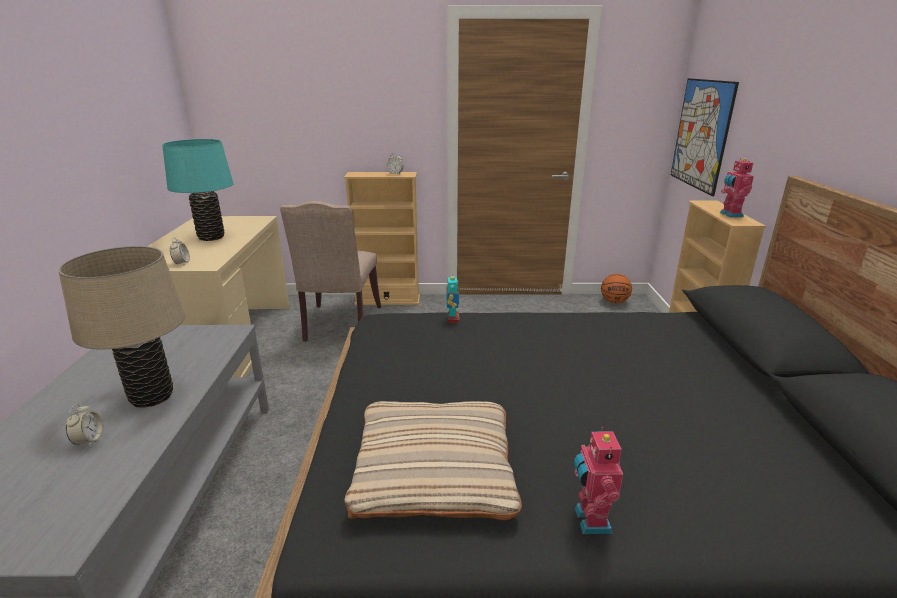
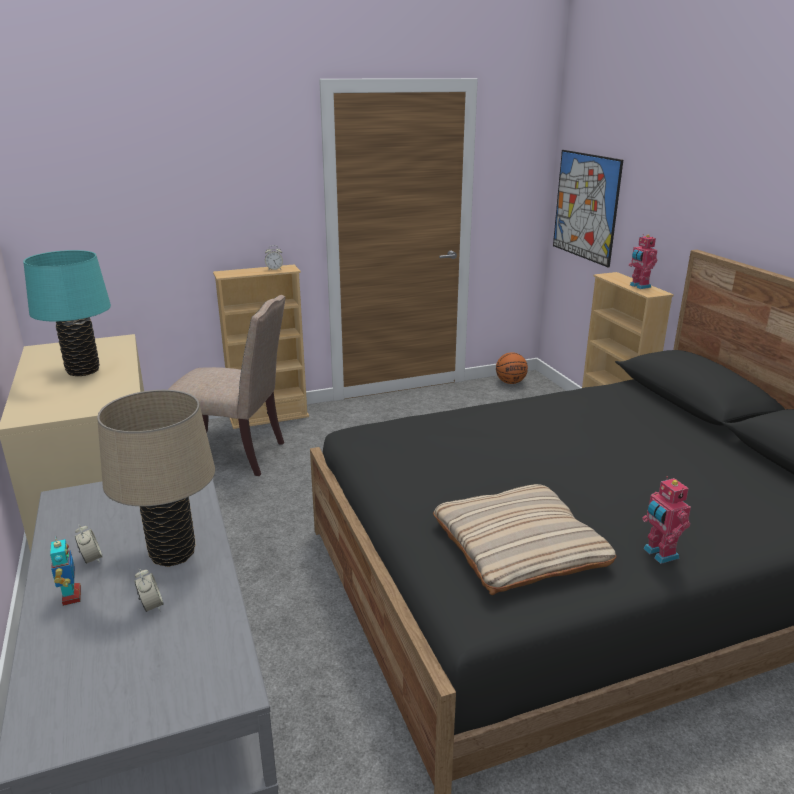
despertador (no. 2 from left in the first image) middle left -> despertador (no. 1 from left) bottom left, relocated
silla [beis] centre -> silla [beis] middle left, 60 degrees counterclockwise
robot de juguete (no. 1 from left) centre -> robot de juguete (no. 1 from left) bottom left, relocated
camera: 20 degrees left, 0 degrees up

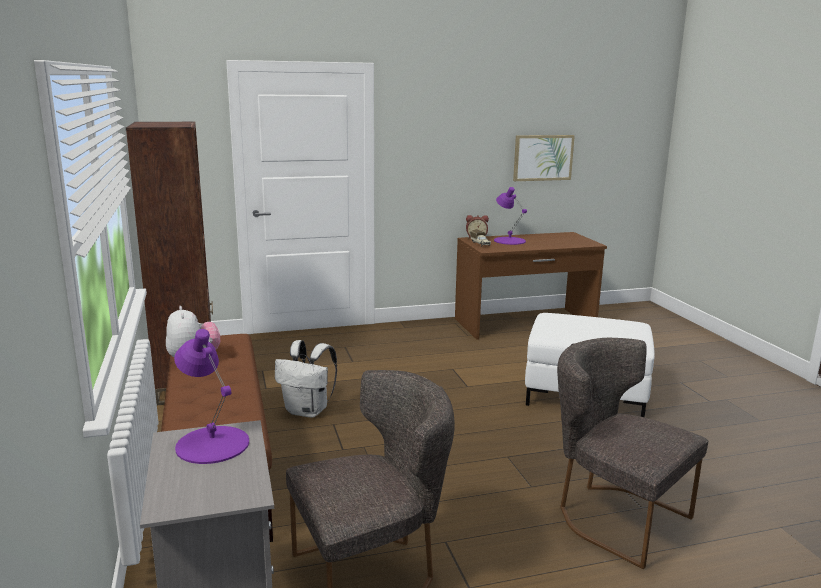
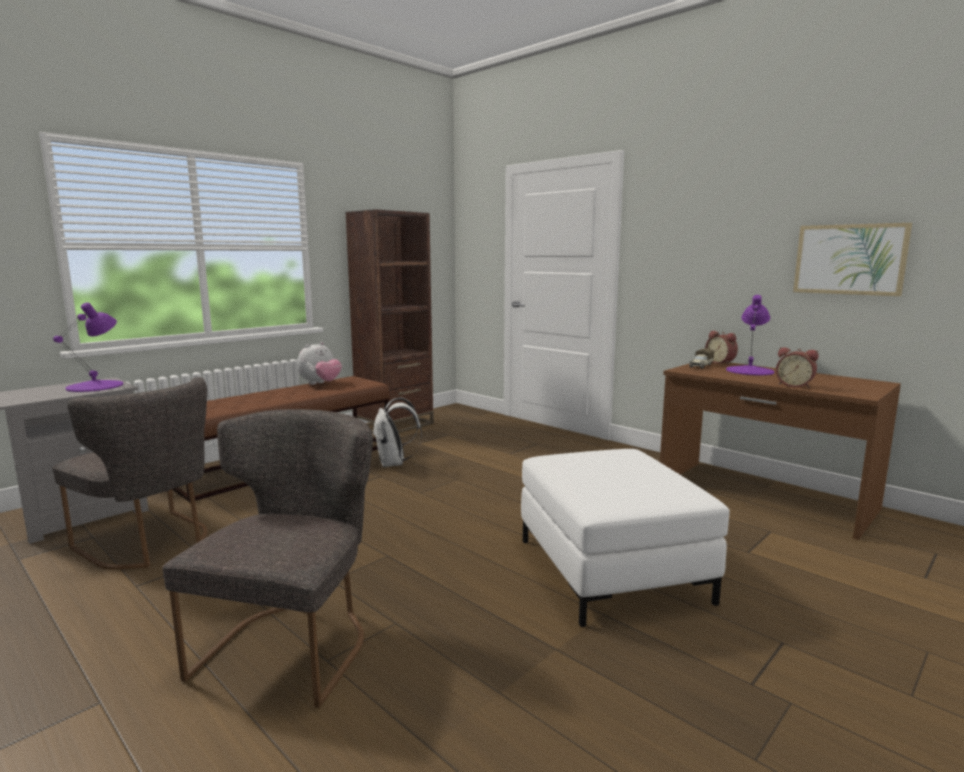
none -> despertador (no. 2 from left) middle right
camera: 60 degrees right, 5 degrees down

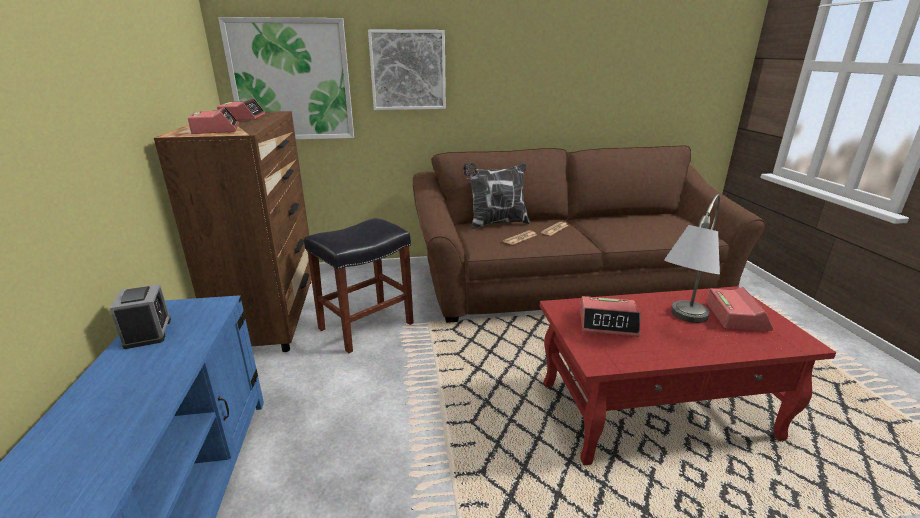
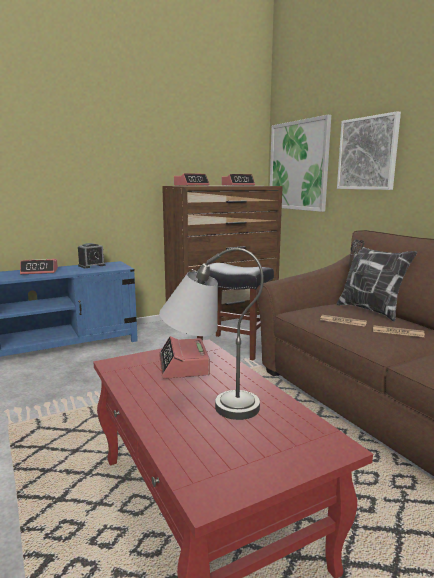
despertador (no. 5 from left in the first image) middle right -> despertador (no. 1 from left) middle left, relocated
camera: 70 degrees right, 10 degrees down

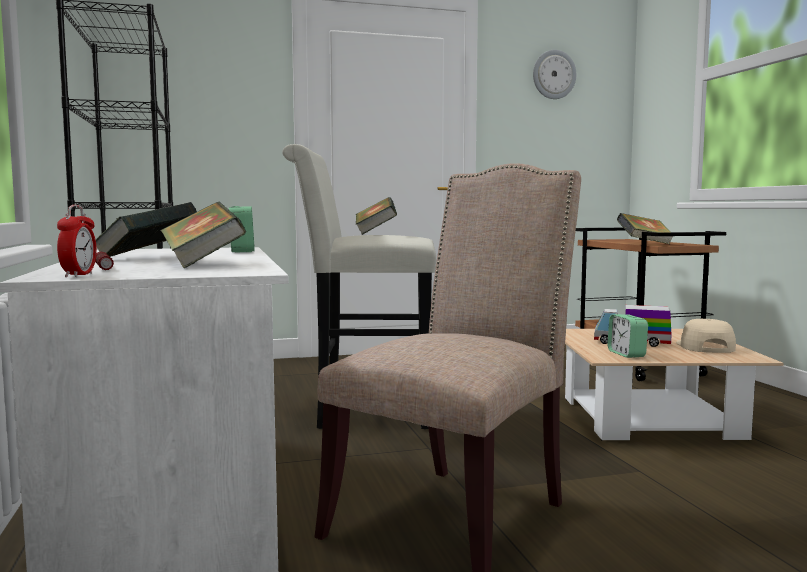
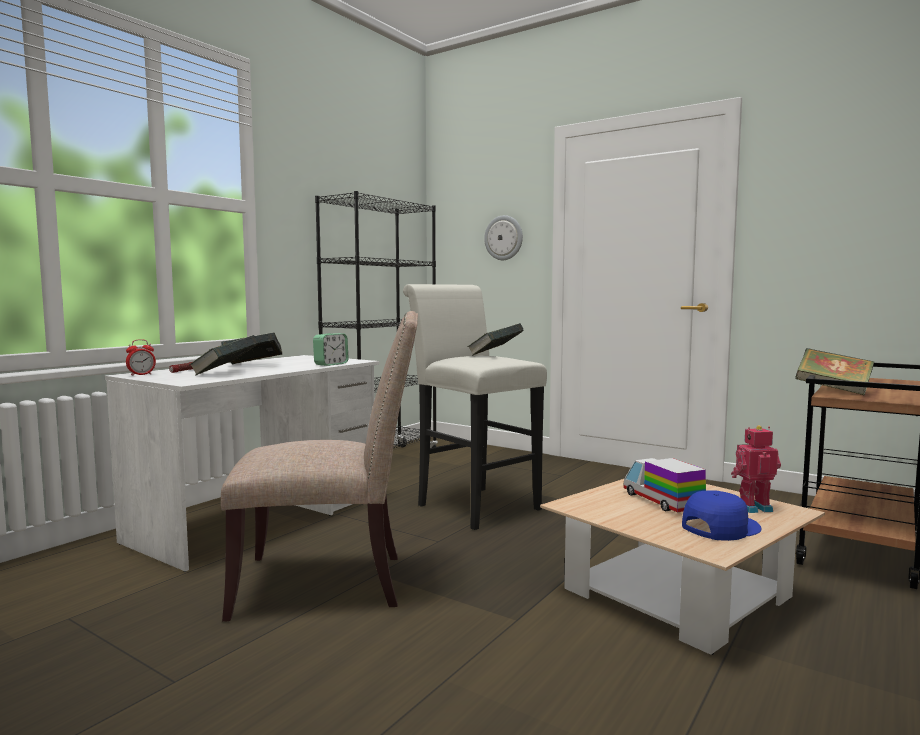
reloj de pared top right -> reloj de pared top centre, relocated
despertador (no. 3 from left) middle right -> none
gorra [beis] middle right -> gorra [azul] bottom right
none -> robot de juguete middle right
camera: 50 degrees right, 0 degrees up

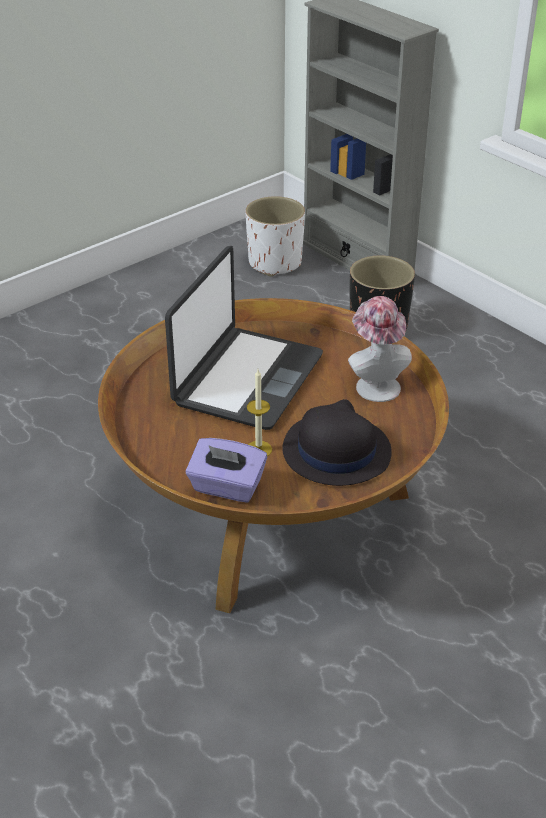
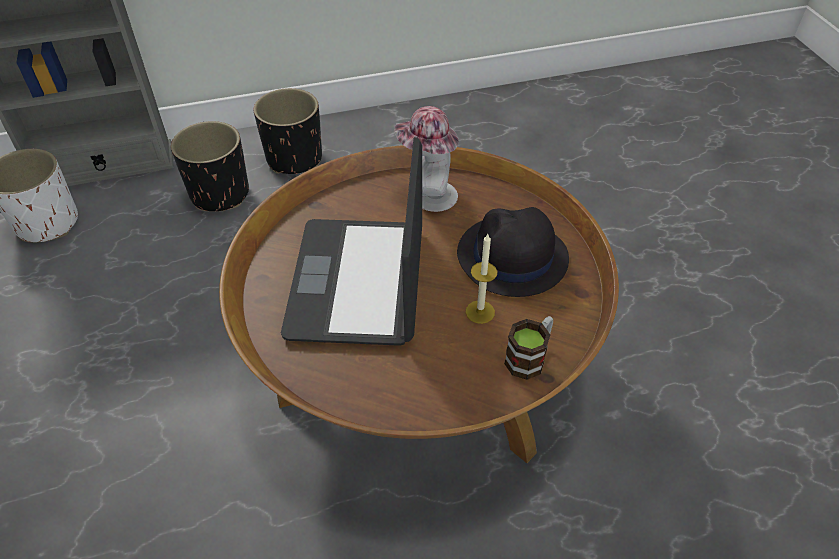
portátil centre, 135 degrees counterclockwise
caja de pañuelos [morado] centre -> taza grande centre
none -> maceta [negro] (no. 2 from left) top centre
camera: 65 degrees left, 10 degrees up

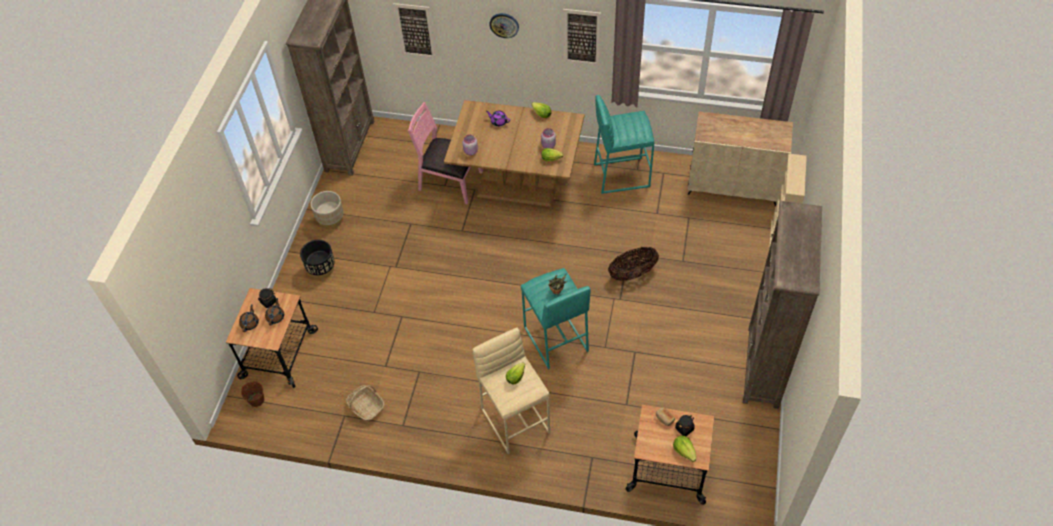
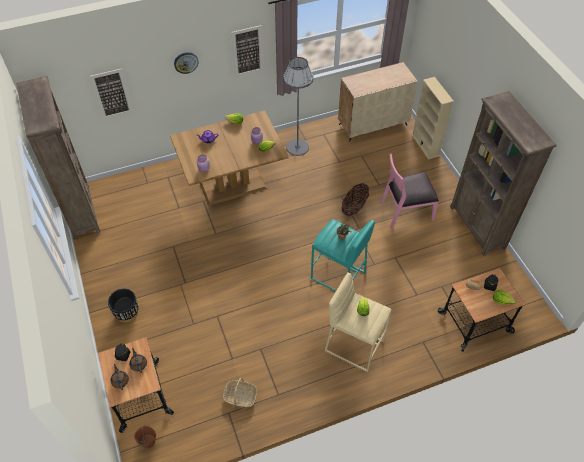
maceta [beis] middle left -> none
silla [rosa] top centre -> silla [rosa] middle right, relocated
taburete [turquesa] (no. 2 from left) top centre -> lámpara de pie [gris] top centre
camera: 35 degrees left, 0 degrees up

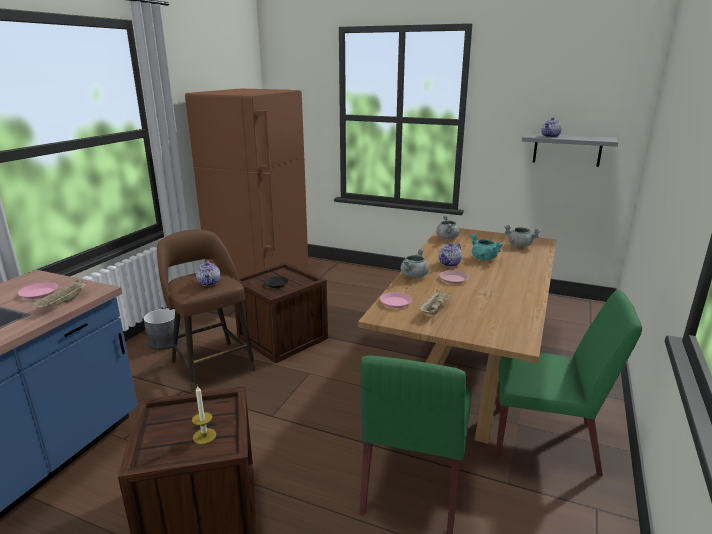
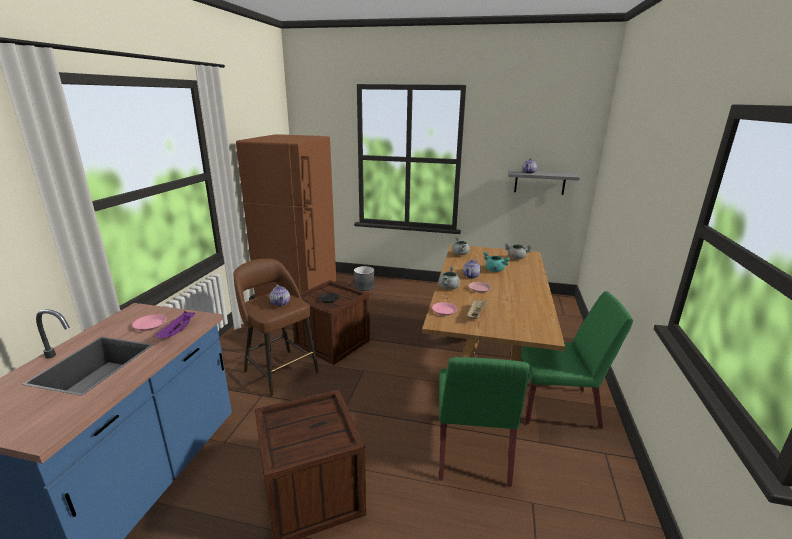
bandeja [beis] (no. 1 from left) middle left -> bandeja [morado] middle left
maceta [gris] middle left -> maceta [gris] centre, relocated
vela bottom left -> none
camera: 10 degrees left, 0 degrees up

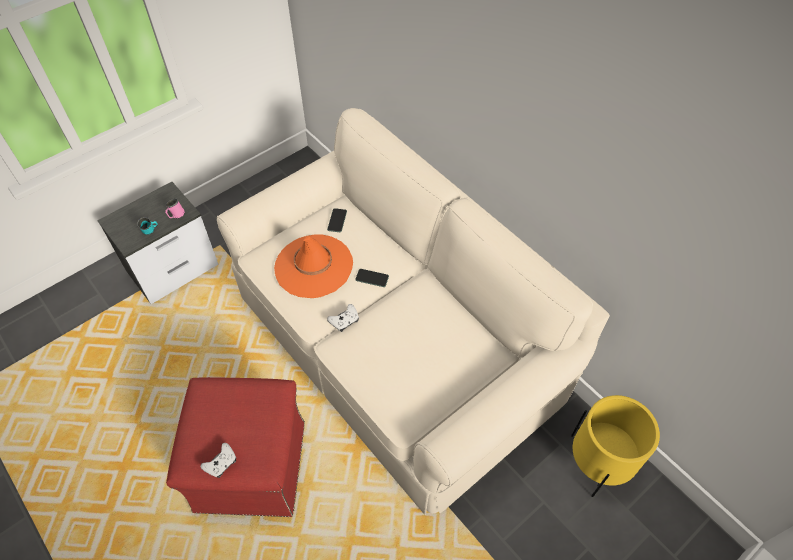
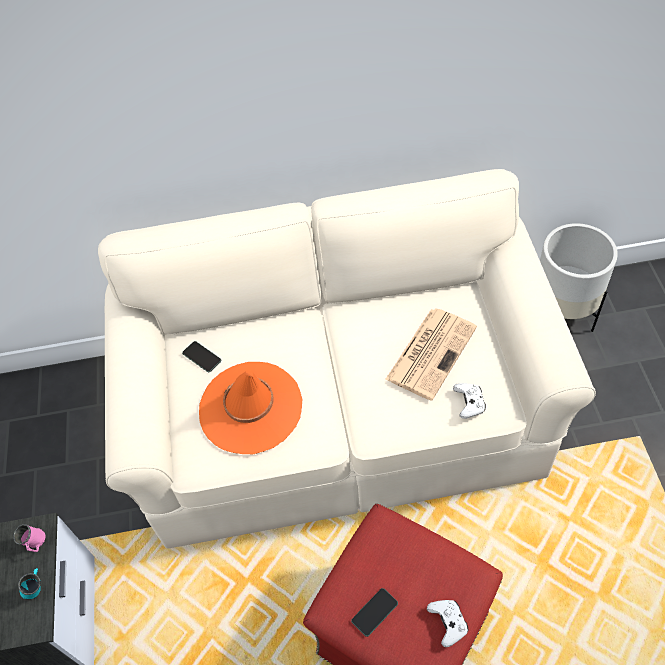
mando de consola [blanco] (no. 2 from left) centre -> mando de consola [blanco] (no. 2 from left) middle right, relocated
móvil (no. 2 from left) centre -> móvil (no. 2 from left) bottom centre, relocated
maceta [amarillo] bottom right -> maceta [blanco] middle right
none -> periódico centre
camera: 55 degrees left, 0 degrees up

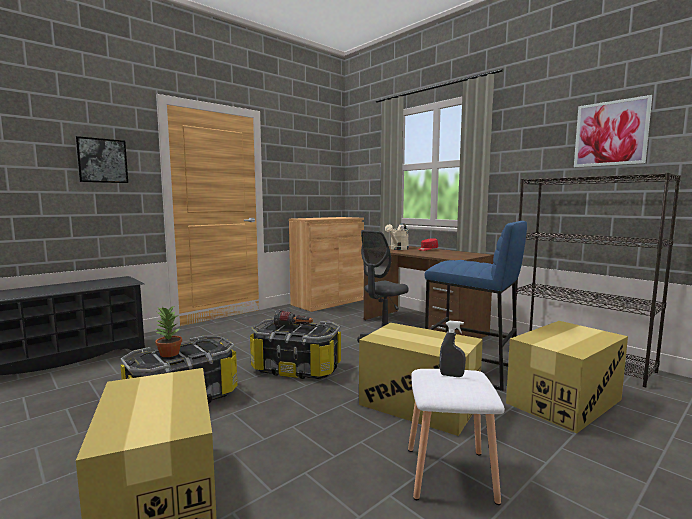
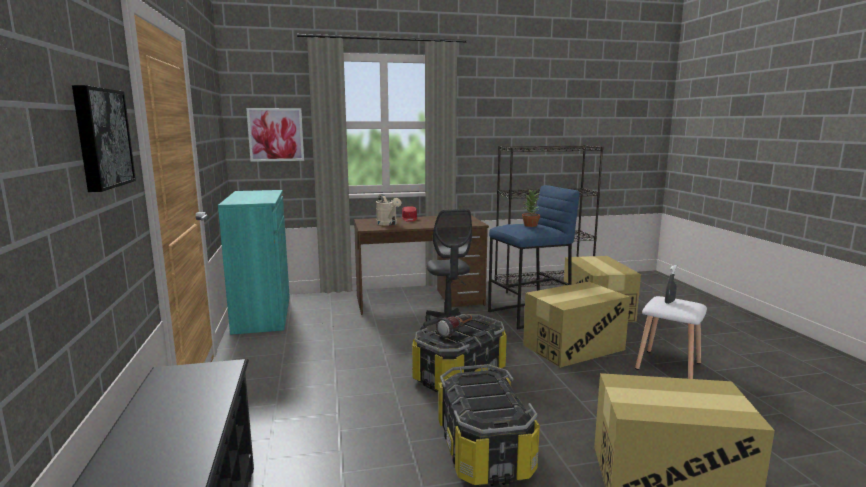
planta en maceta middle left -> planta en maceta centre, relocated
armario [marrón] centre -> armario [turquesa] middle left
cuadro (no. 2 from left) top right -> cuadro (no. 2 from left) top left, relocated
camera: 60 degrees left, 5 degrees up

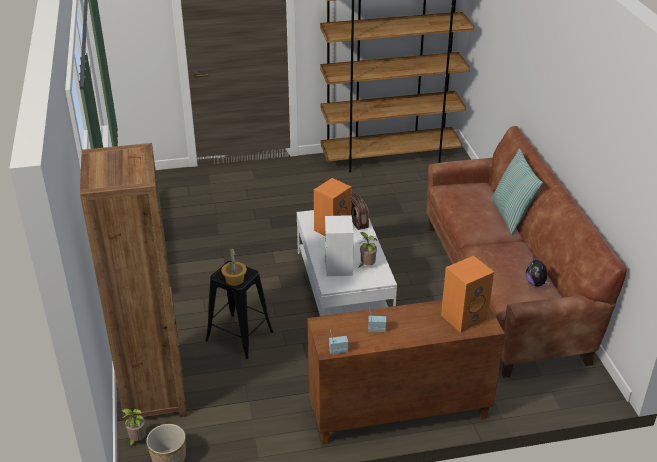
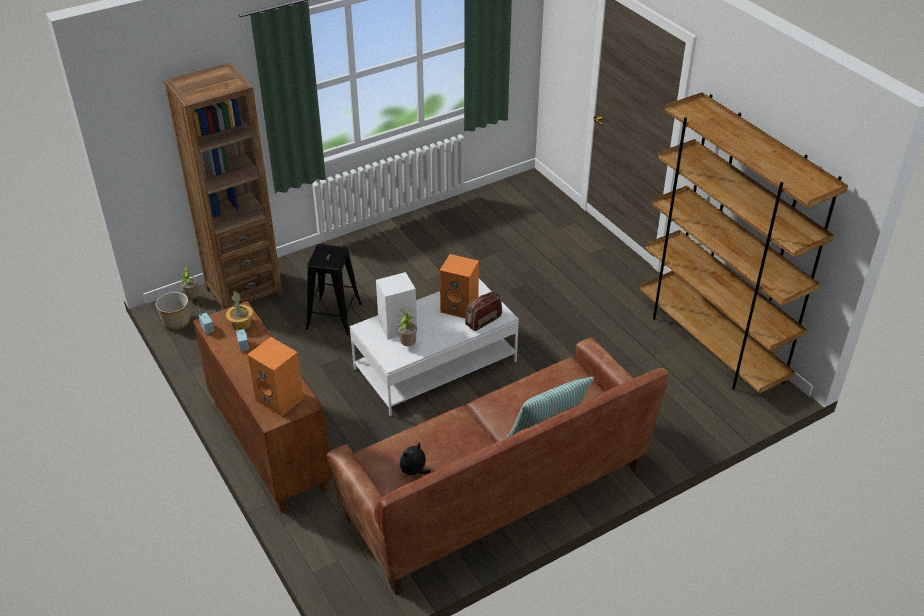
planta en maceta (no. 2 from left) centre -> planta en maceta (no. 2 from left) middle left, relocated
camera: 70 degrees right, 5 degrees up

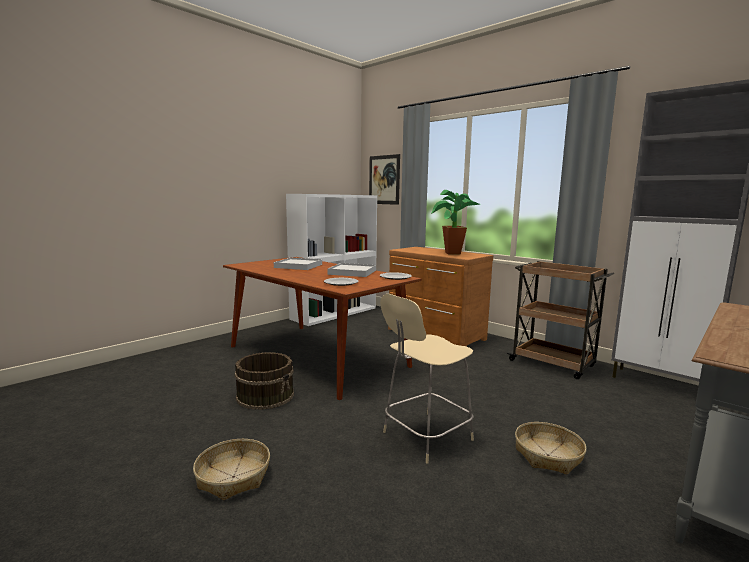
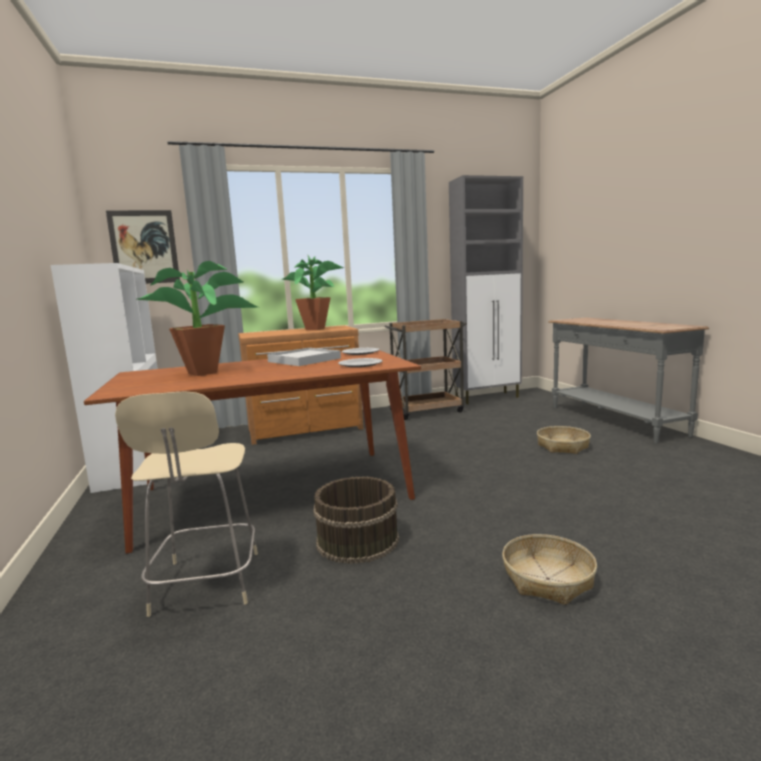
bandeja [blanco] (no. 1 from left) centre -> planta en maceta (no. 1 from left) middle left
silla [beis] bottom centre -> silla [beis] middle left, relocated
camera: 60 degrees left, 0 degrees up

